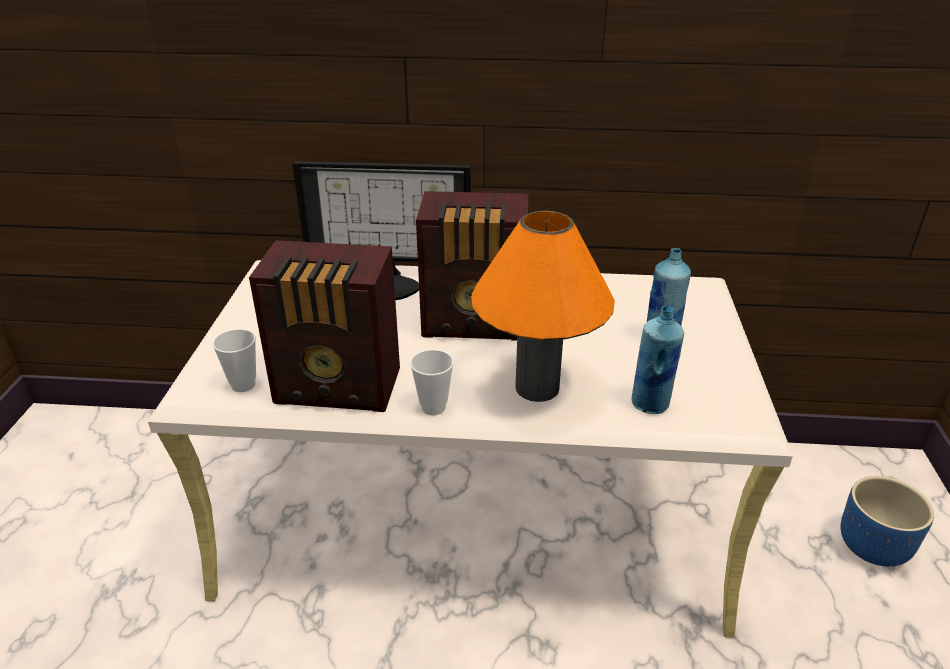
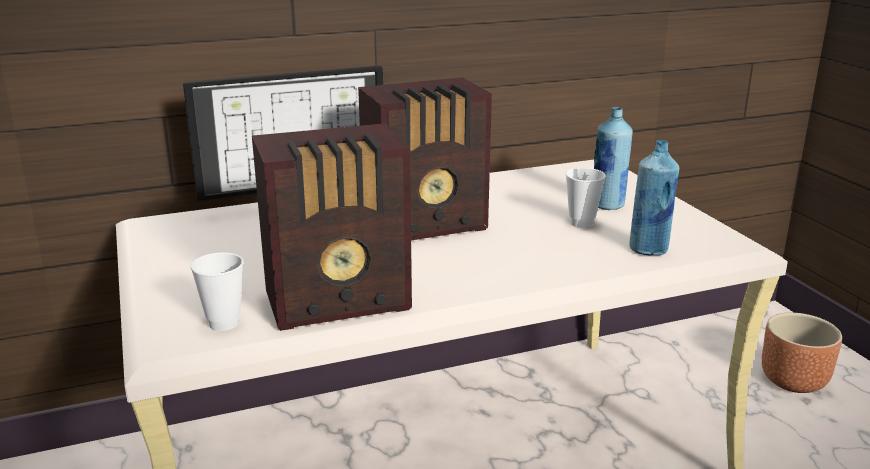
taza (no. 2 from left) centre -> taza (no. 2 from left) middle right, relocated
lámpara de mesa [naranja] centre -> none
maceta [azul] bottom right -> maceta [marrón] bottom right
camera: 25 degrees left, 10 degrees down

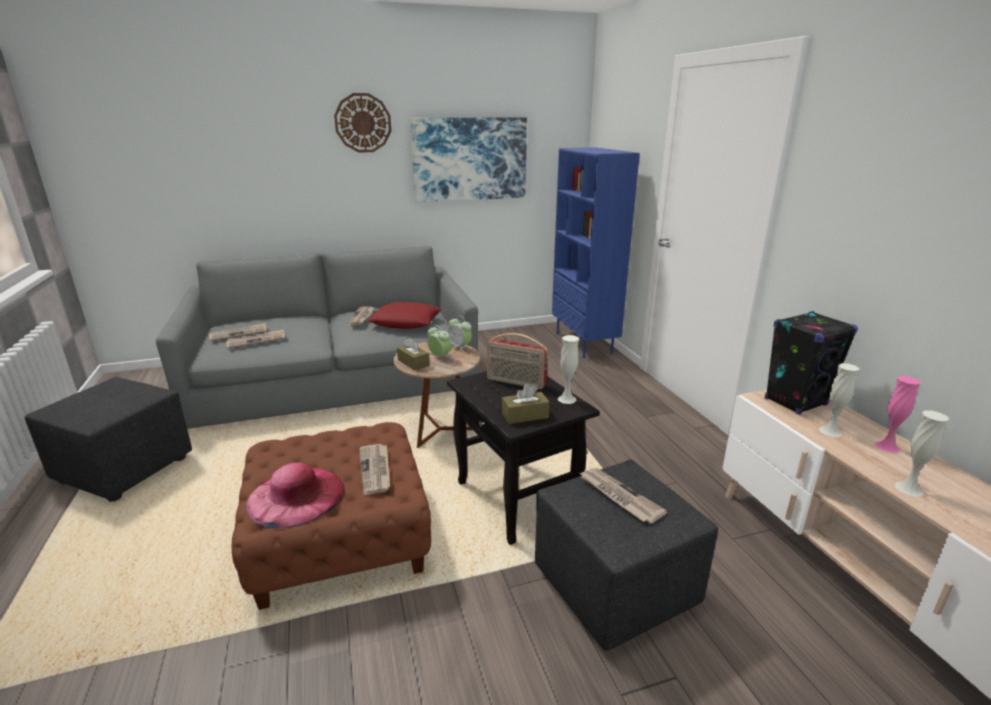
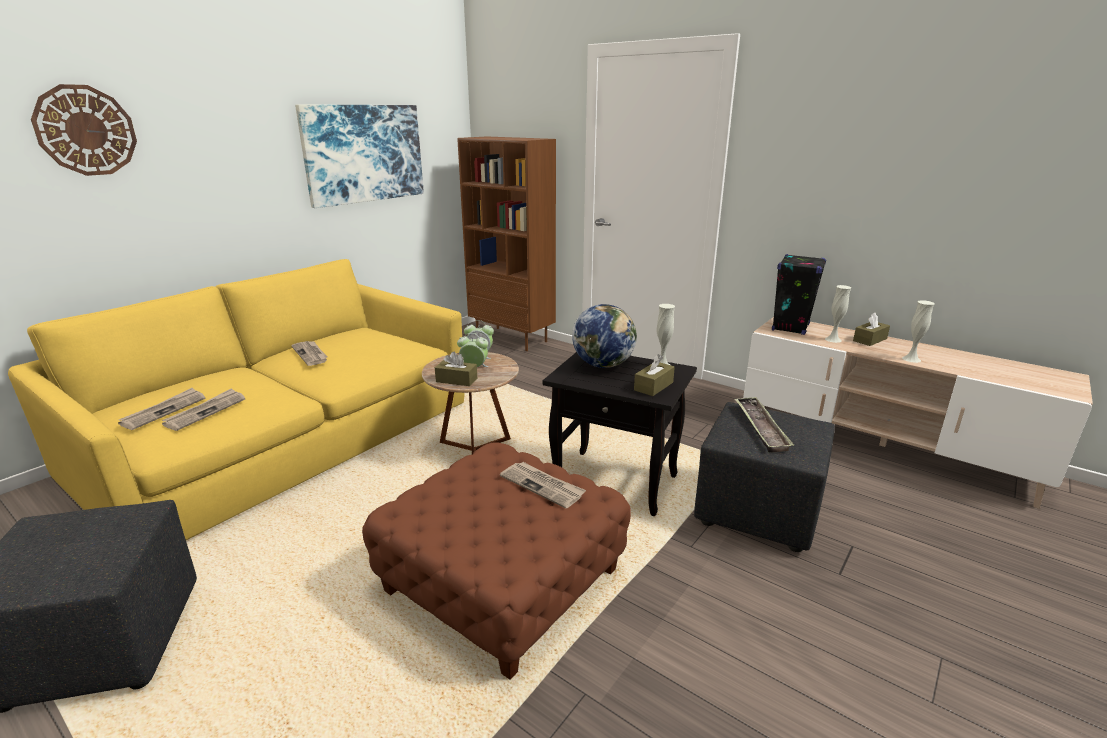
sofá [gris] middle left -> sofá [amarillo] middle left
sombrero [rosa] bottom left -> none
reloj de pared top centre -> reloj de pared top left, relocated
cojín [rojo] centre -> none
radio centre -> globo terráqueo centre
estantería [azul] centre -> estantería [marrón] top centre
periódico (no. 5 from left) bottom centre -> bandeja middle right
florero [rosa] middle right -> caja de pañuelos [marrón] (no. 3 from left) middle right
camera: 35 degrees left, 0 degrees up

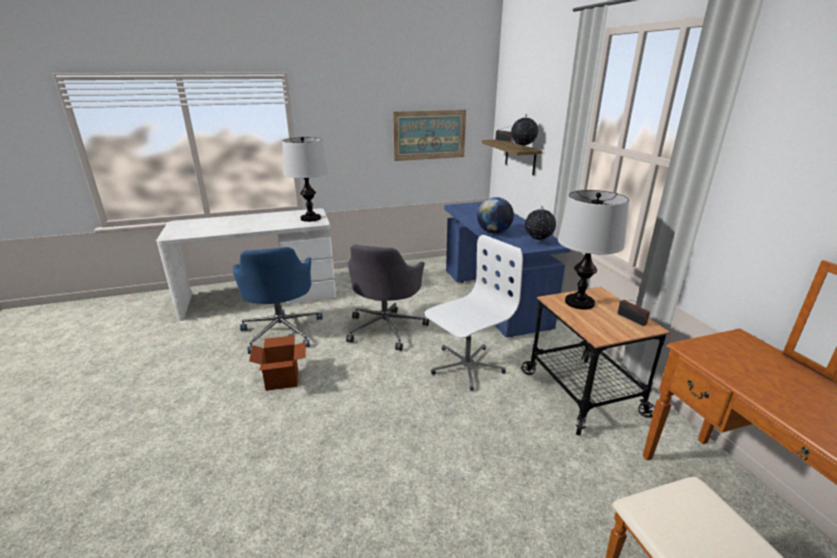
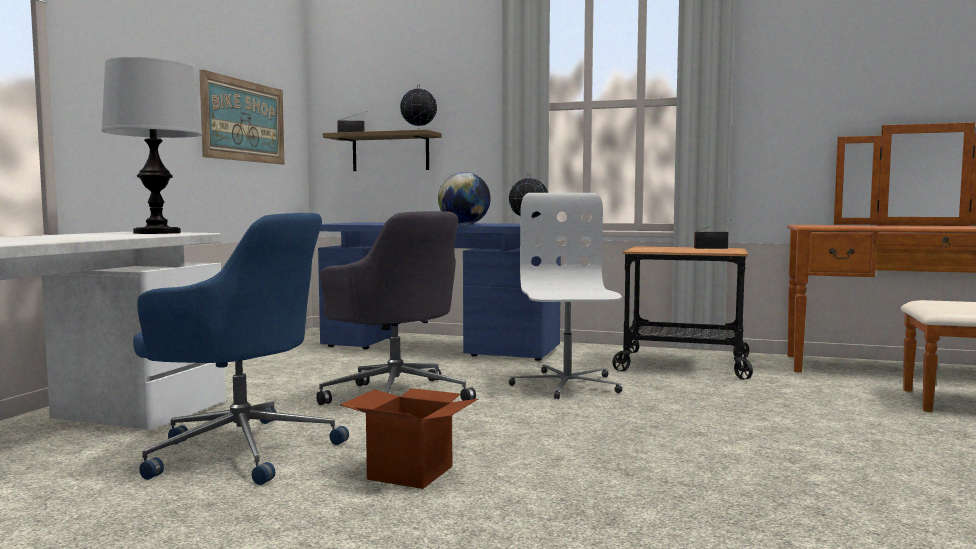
lámpara de mesa (no. 2 from left) middle right -> none
camera: 55 degrees left, 20 degrees down

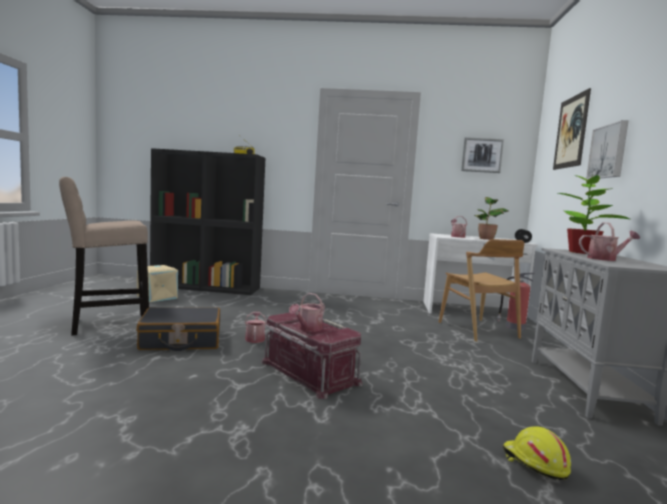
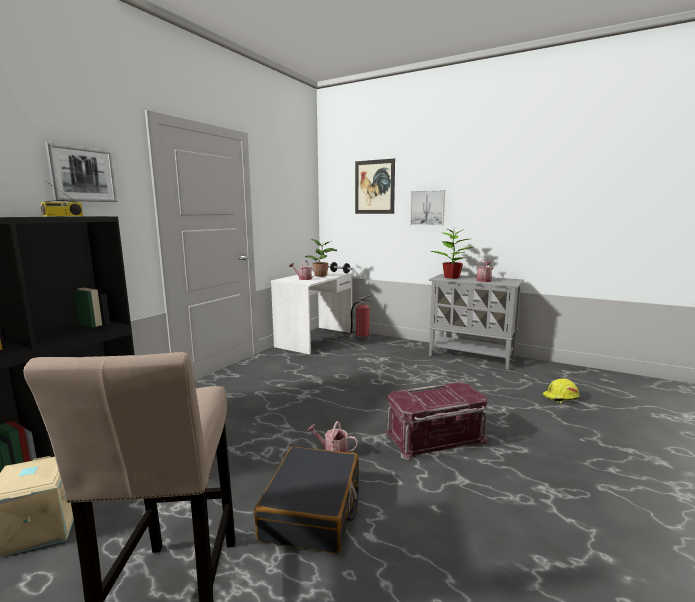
regadera (no. 2 from left) centre -> none
silla [marrón] middle right -> none
cuadro (no. 1 from left) top right -> cuadro (no. 1 from left) top left, relocated
camera: 65 degrees left, 5 degrees up

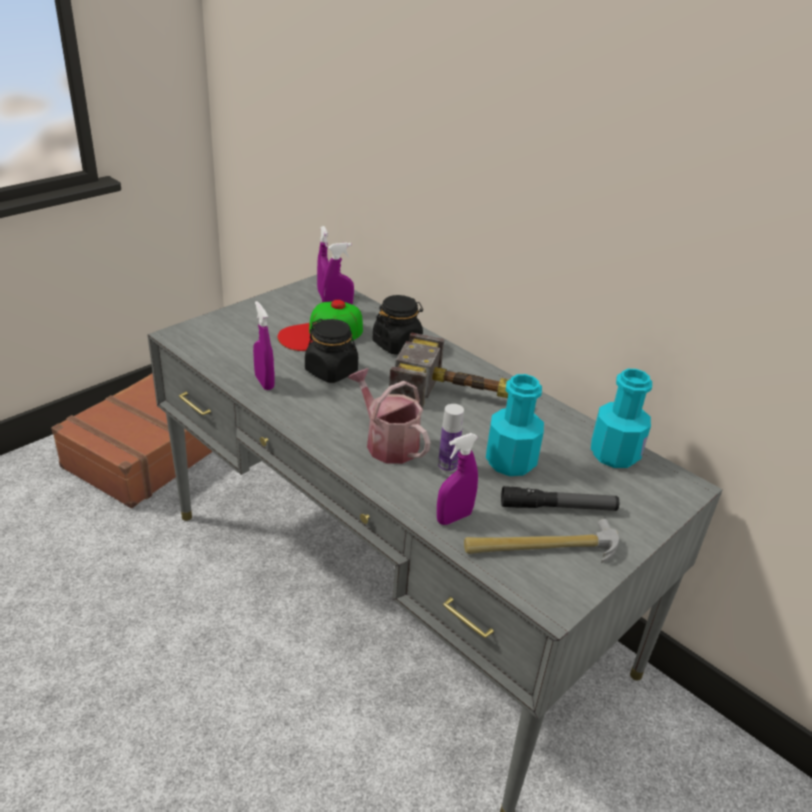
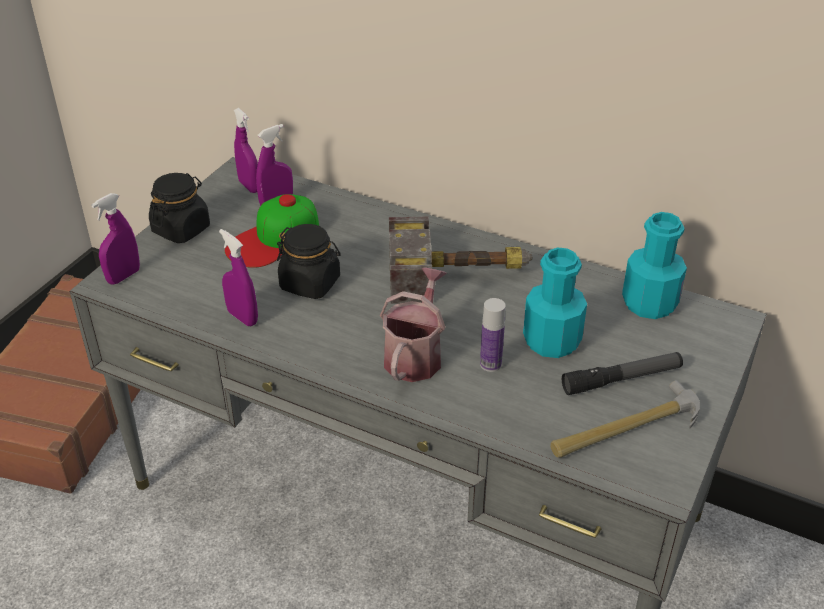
regadera centre, 75 degrees clockwise
tarro [negro] (no. 2 from left in the first image) centre -> tarro [negro] (no. 1 from left) middle left, relocated
pulverizador [morado] (no. 4 from left in the first image) centre -> pulverizador [morado] (no. 1 from left) middle left, relocated
camera: 15 degrees left, 5 degrees up

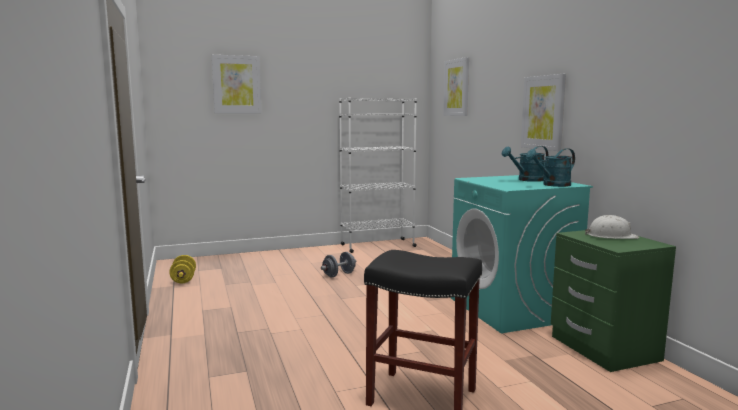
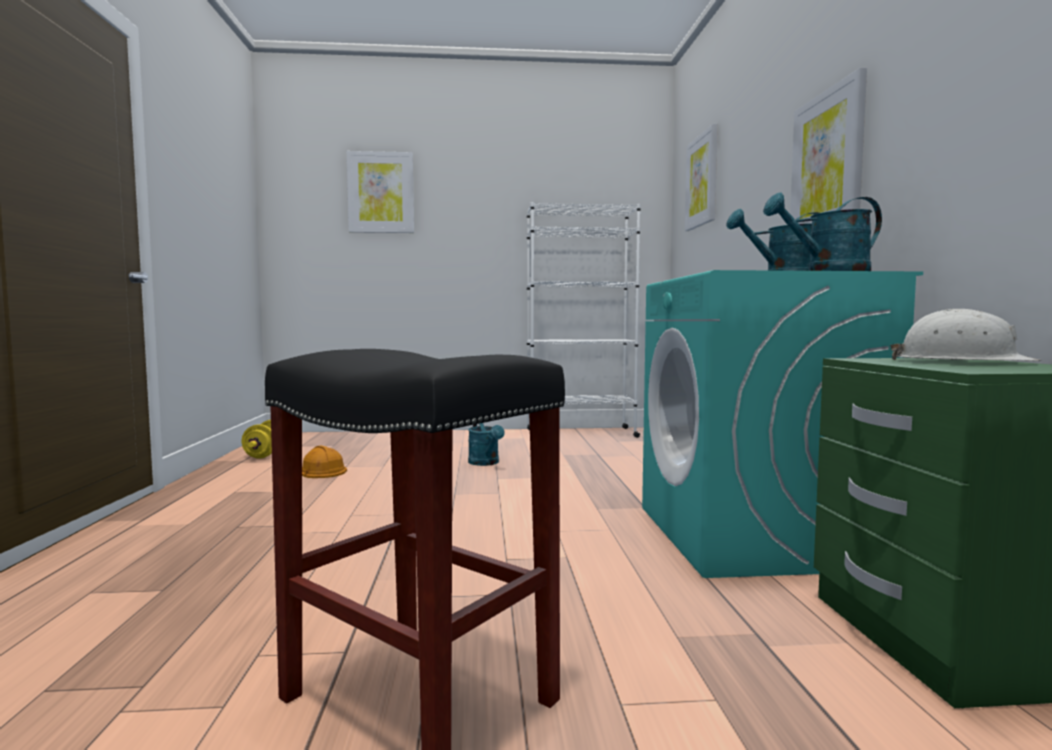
mancuerna [gris] centre -> regadera [turquesa] (no. 1 from left) centre
none -> casco [naranja] middle left
camera: 15 degrees right, 5 degrees down

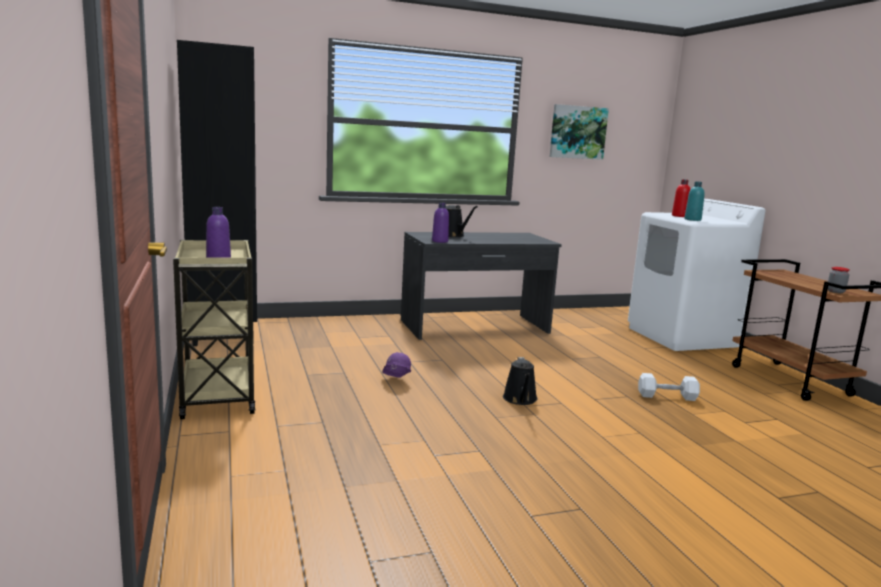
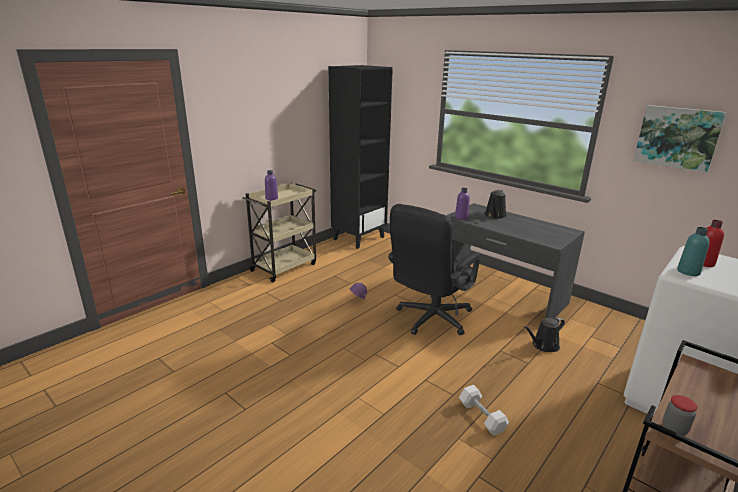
regadera [negro] (no. 2 from left) centre -> regadera [negro] (no. 2 from left) bottom right, relocated
none -> silla de oficina [negro] centre
camera: 60 degrees right, 10 degrees up

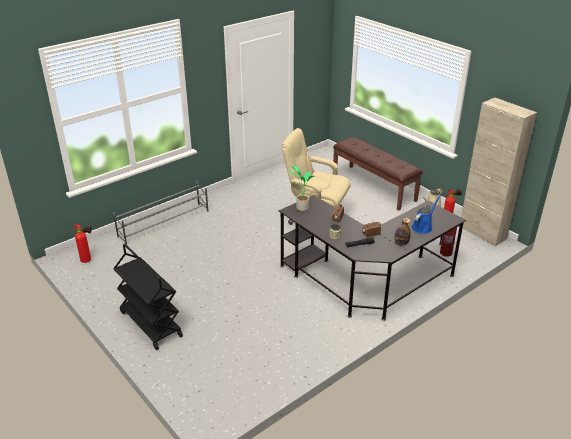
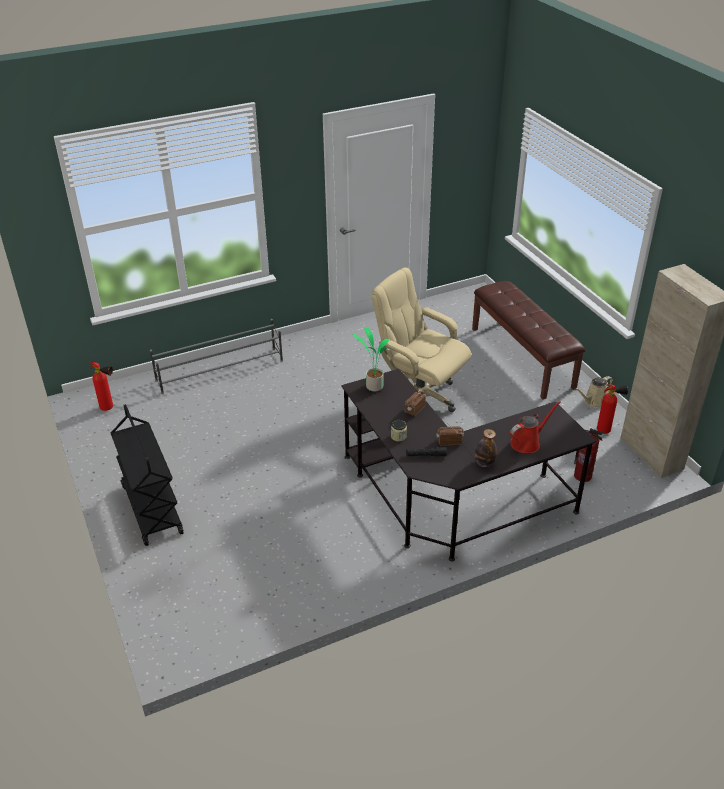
regadera [azul] middle right -> regadera [rojo] middle right
camera: 15 degrees right, 5 degrees up

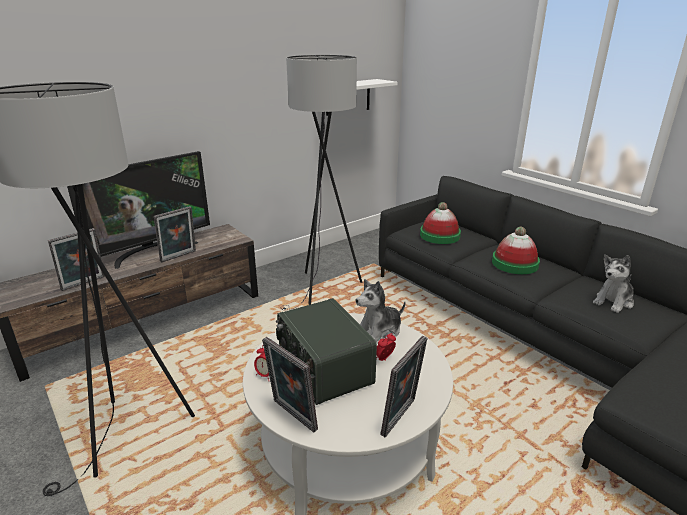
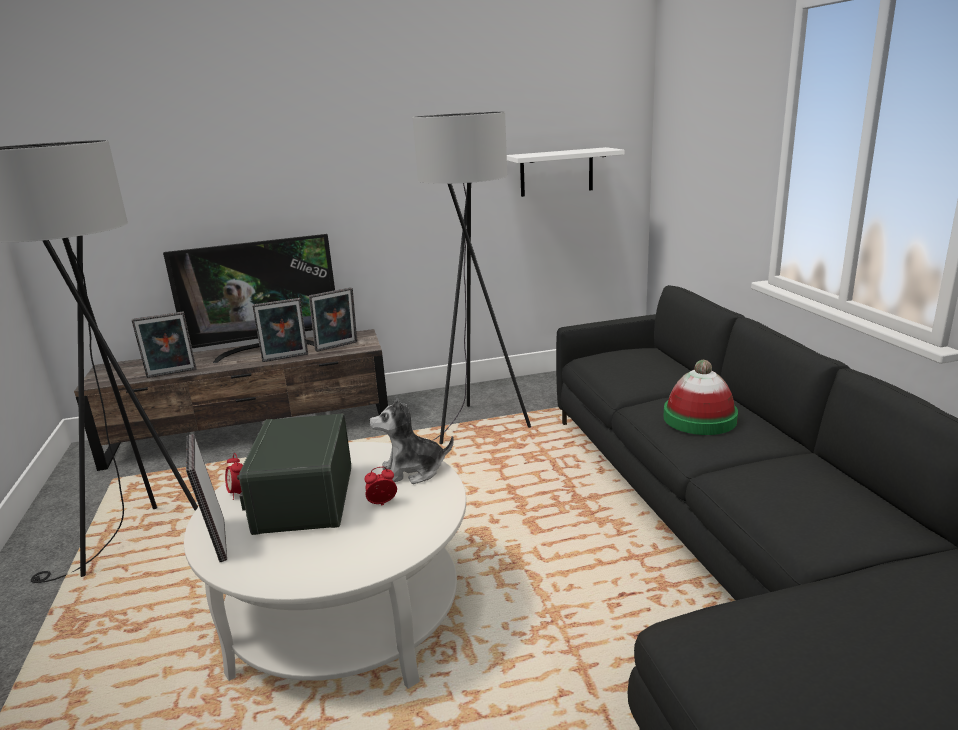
portarretratos (no. 4 from left) bottom centre -> portarretratos (no. 4 from left) centre, relocated
sombrero (no. 1 from left) centre -> none
peluche (no. 2 from left) middle right -> none
camera: 25 degrees right, 5 degrees down

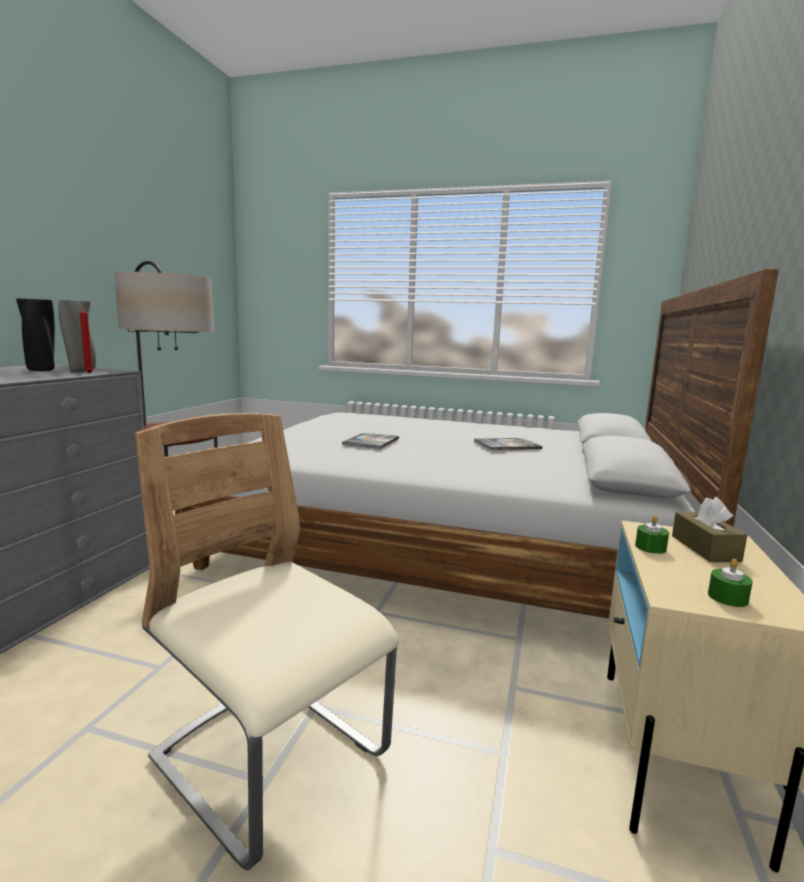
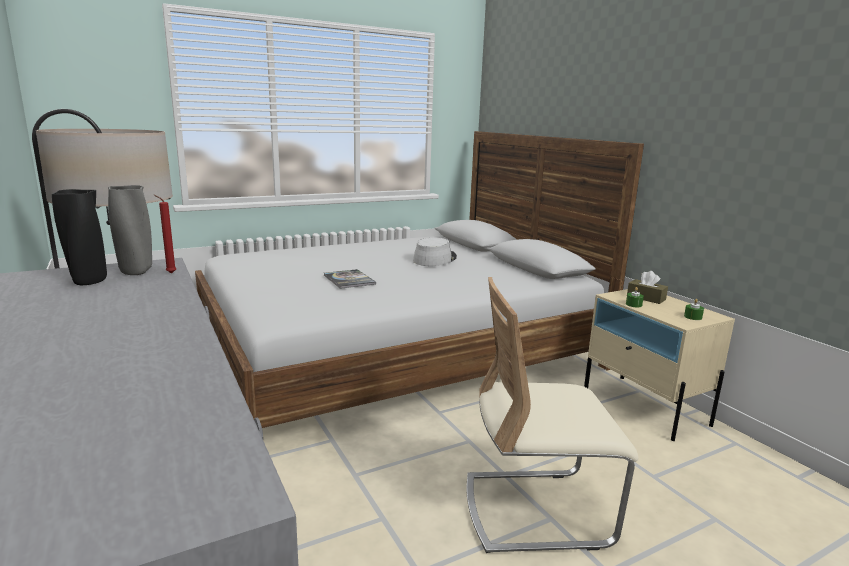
libro (no. 2 from left) centre -> sombrero [gris] centre
camera: 45 degrees left, 5 degrees up

